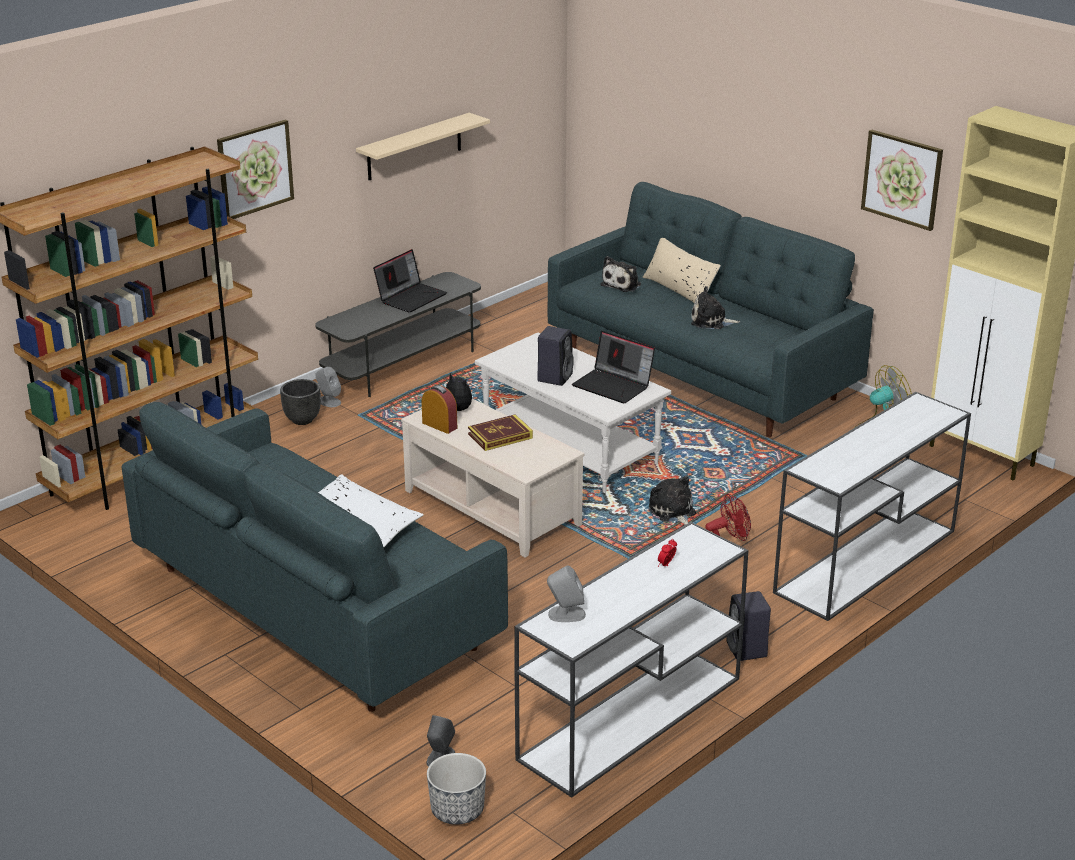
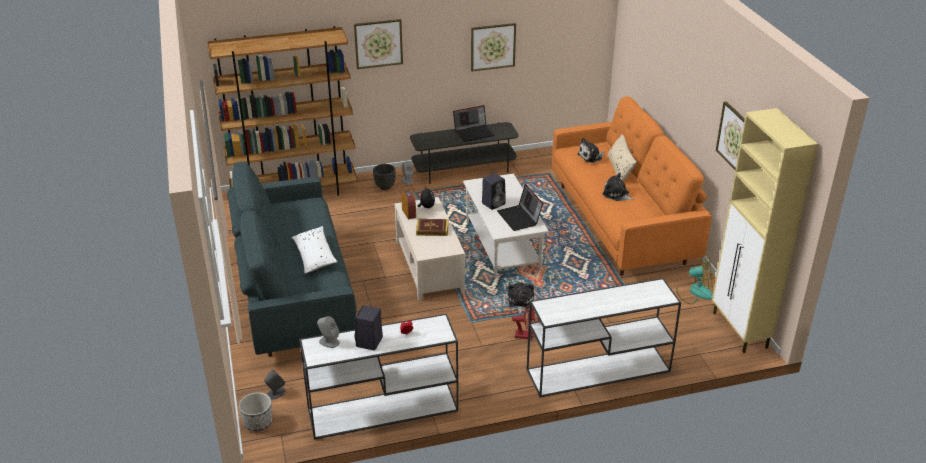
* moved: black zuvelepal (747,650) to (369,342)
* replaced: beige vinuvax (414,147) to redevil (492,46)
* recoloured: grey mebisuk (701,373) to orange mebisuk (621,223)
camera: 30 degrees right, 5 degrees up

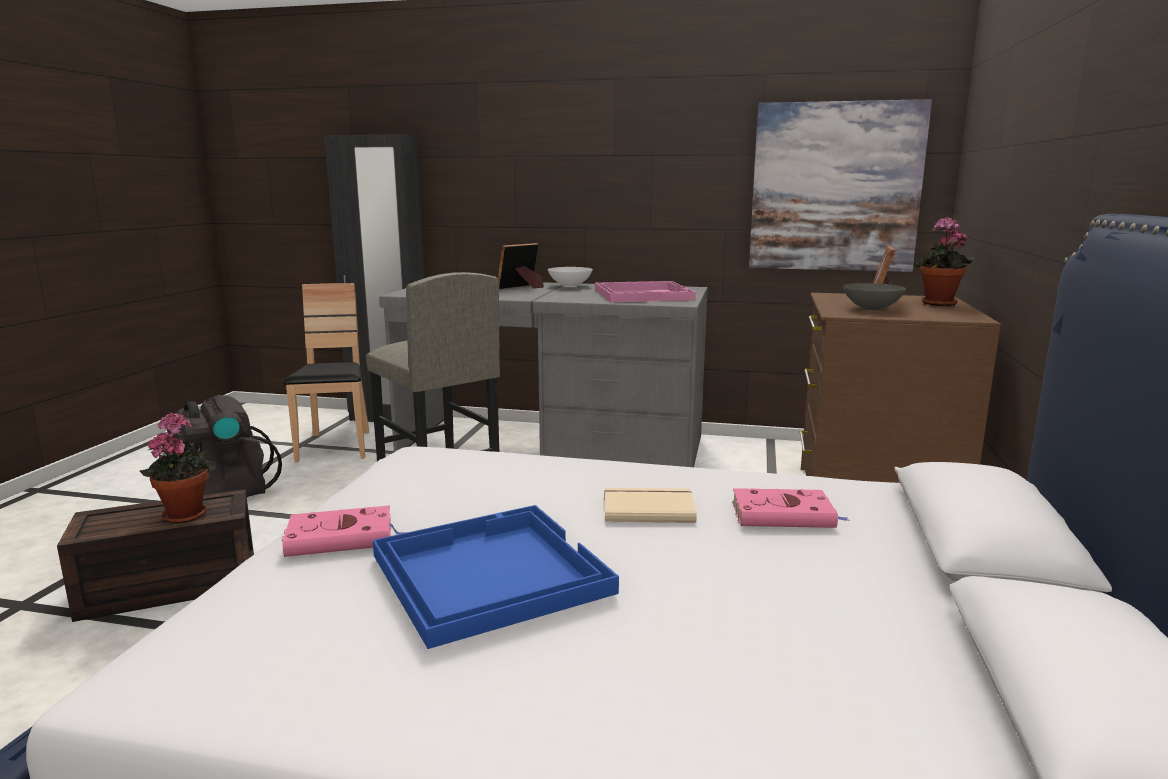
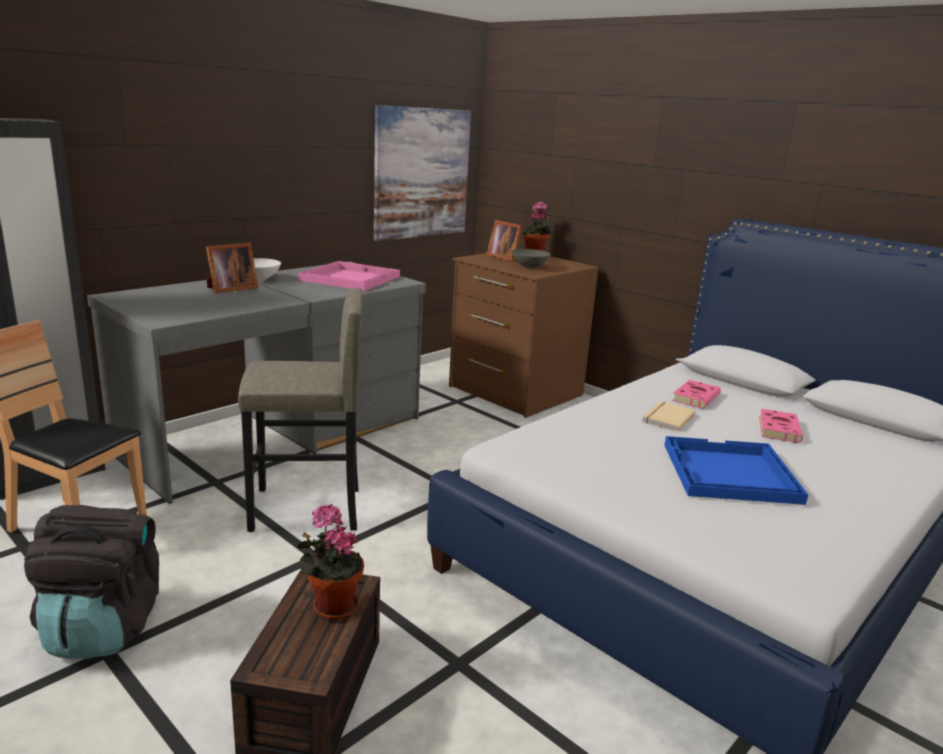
* moved: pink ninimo (344,538) to (778,429)
* turned: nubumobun (522,287) = (230,289) 120 degrees counterclockwise
camera: 60 degrees left, 5 degrees up

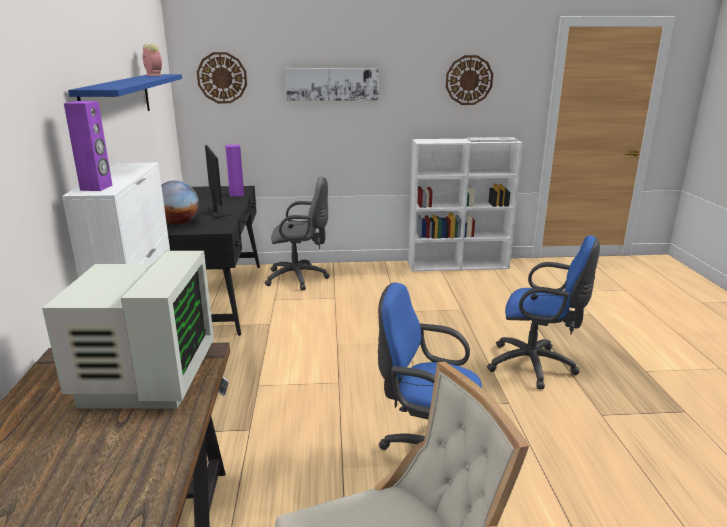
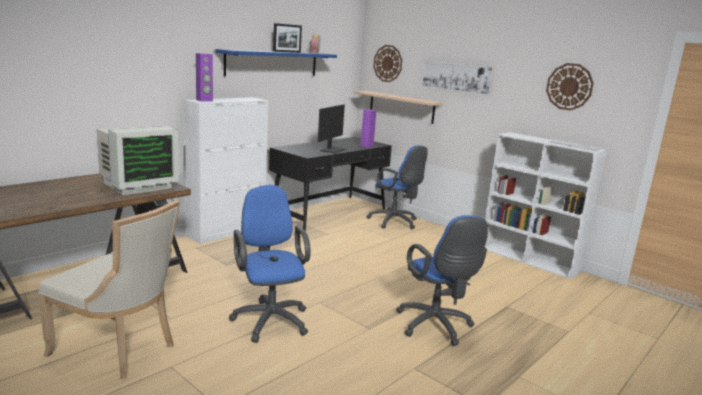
* removed: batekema (178,223)
* added: nubumobun (287,52)
* added: vinuvax (401,107)
* recoloured: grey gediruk (300,278) to blue gediruk (395,222)
camera: 45 degrees right, 5 degrees down

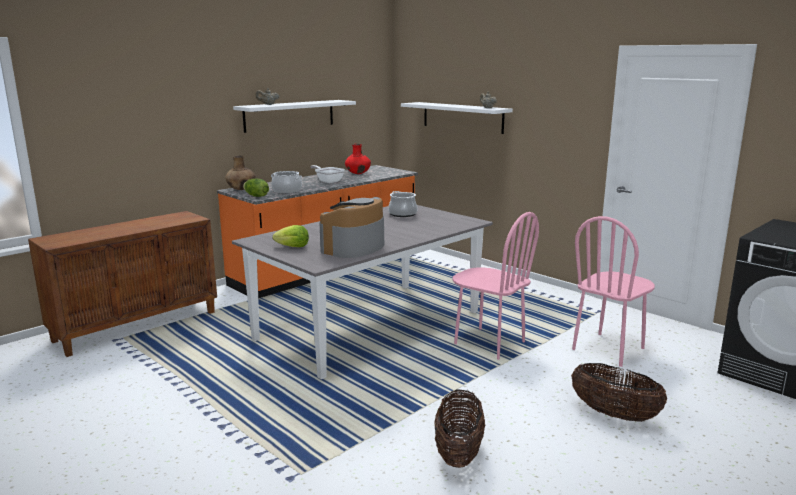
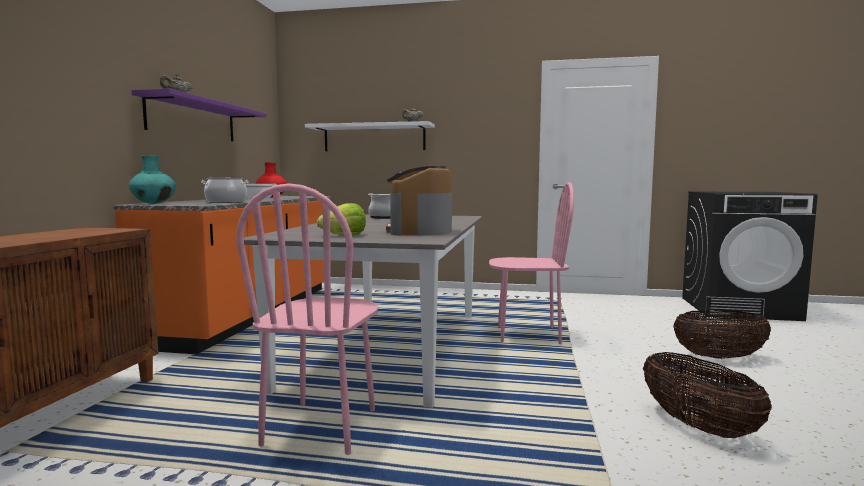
* removed: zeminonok (256,196)
* moved: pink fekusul (608,349) to (321,427)
* recoloured: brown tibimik (241,189) to turquoise tibimik (154,203)
* recoloured: white vinuvax (289,115) to purple vinuvax (193,120)
camera: 35 degrees left, 10 degrees down

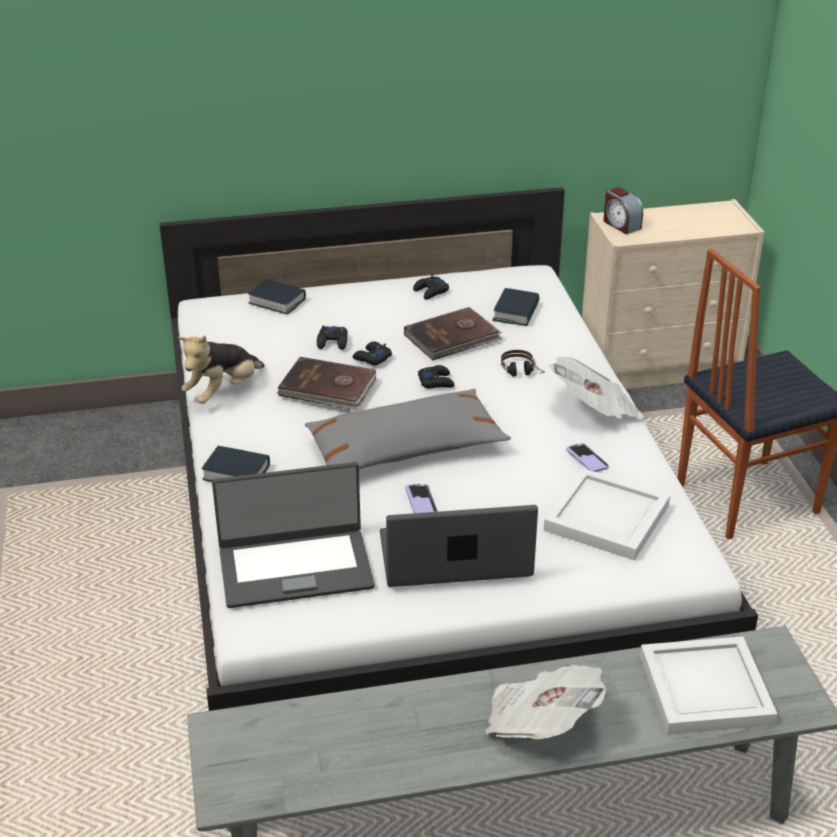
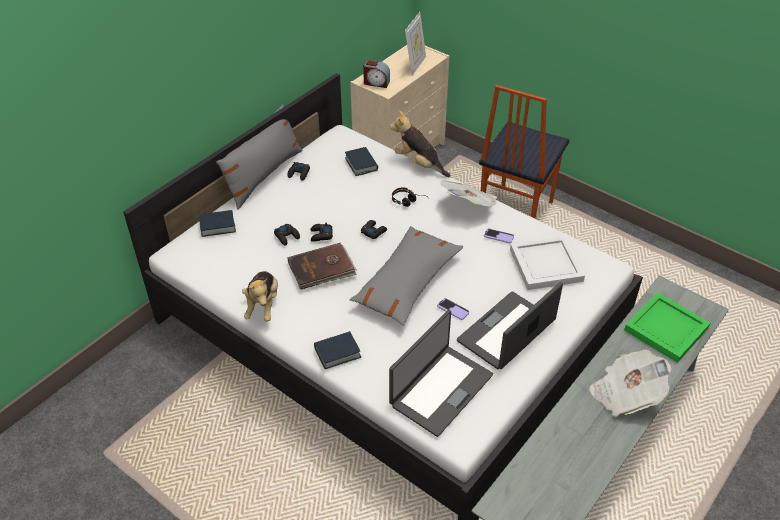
* removed: brown ninimo (453,338)
* added: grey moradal (263,176)
* added: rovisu (419,163)
* added: nubumobun (415,65)
* recoloured: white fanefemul (703,688) to green fanefemul (664,329)
camera: 40 degrees left, 10 degrees up

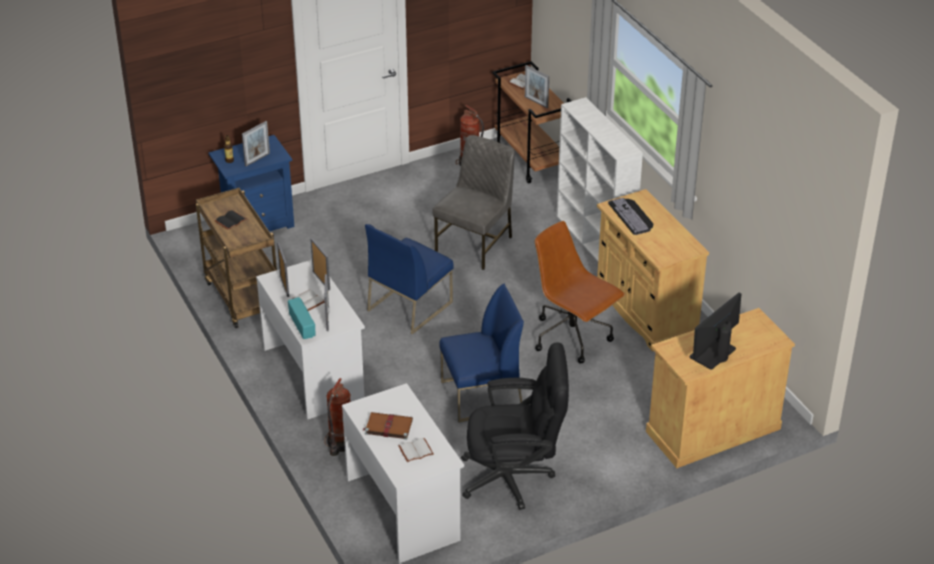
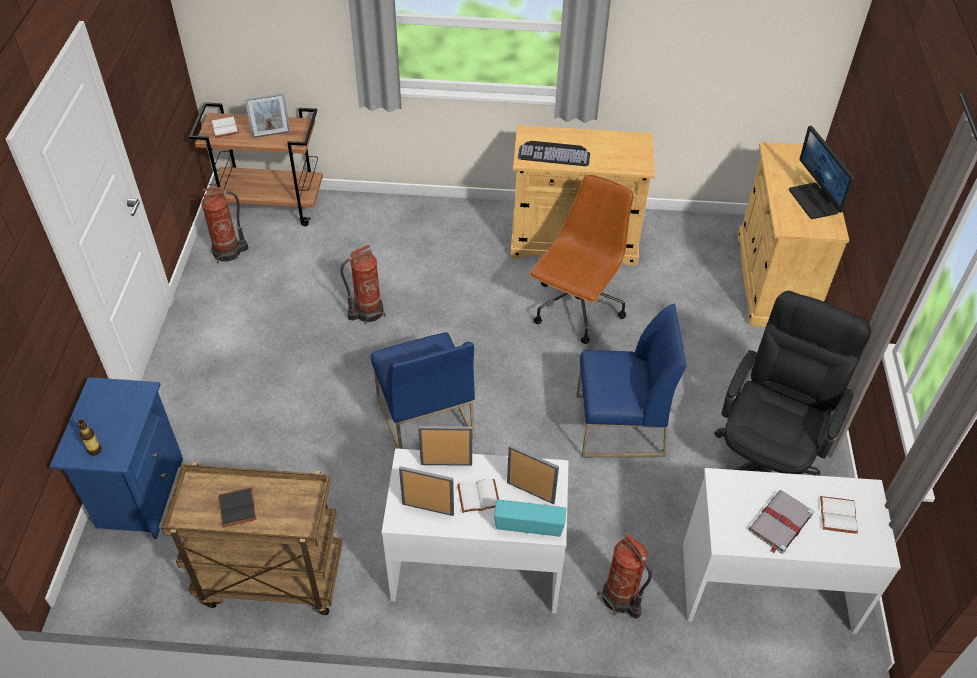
* removed: nubumobun (257,159)
* removed: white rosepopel (595,241)
* replaced: grey fekusul (476,244) to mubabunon (367,312)
* recoloured: brown ninimo (388,427) to grey ninimo (779,523)
* turned: blue fekusul (481,396) = (619,426) 75 degrees clockwise
* turned: brown gediruk (573,337) = (577,310) 135 degrees clockwise
camera: 60 degrees left, 10 degrees up

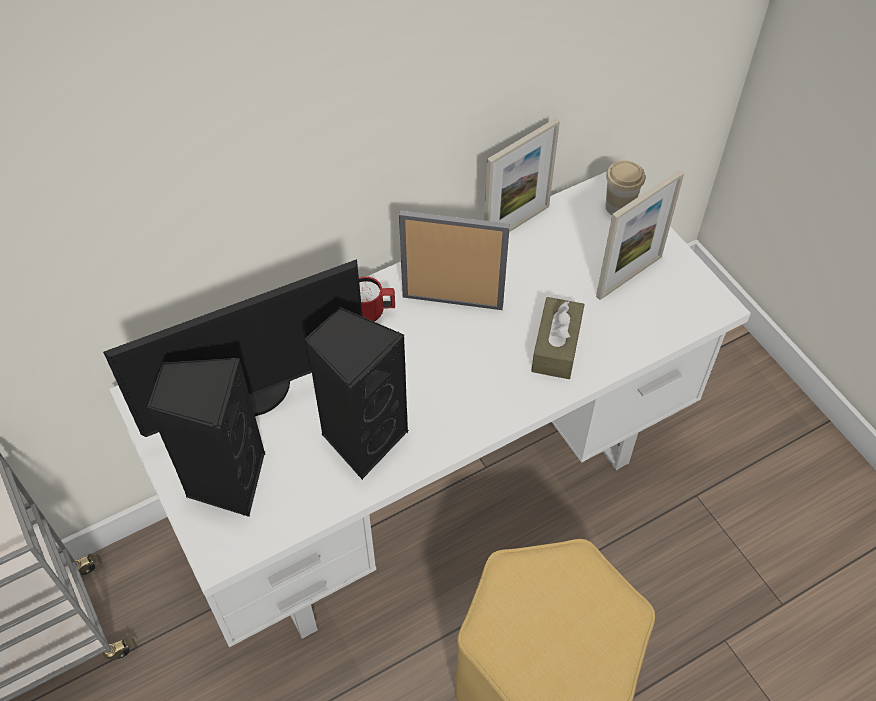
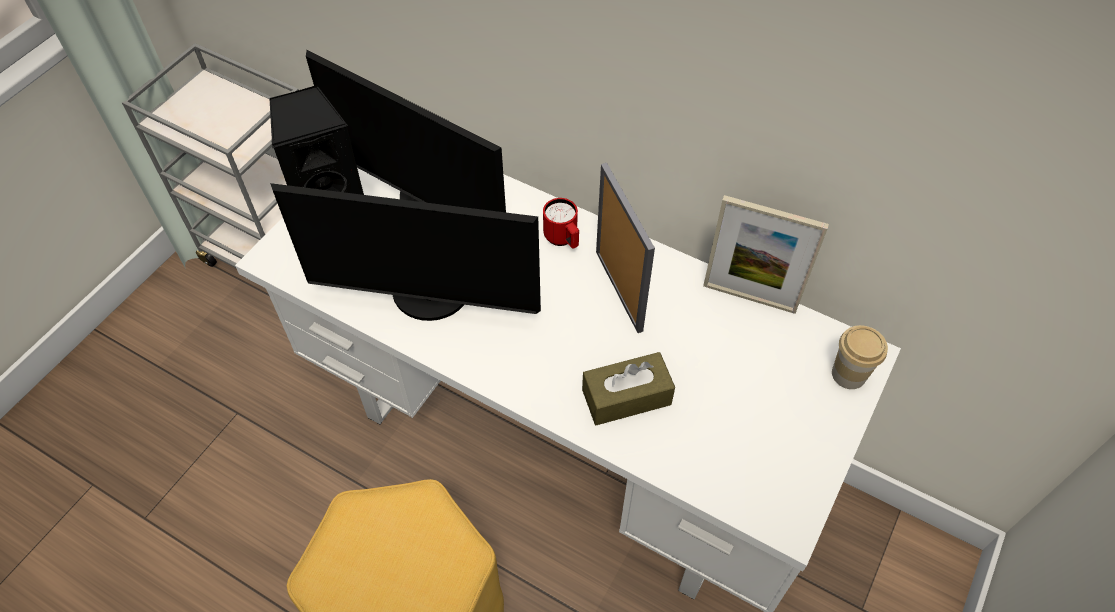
* removed: nubumobun (629,276)
* replaced: black zuvelepal (362,437) to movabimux (430,295)
camera: 60 degrees right, 0 degrees up

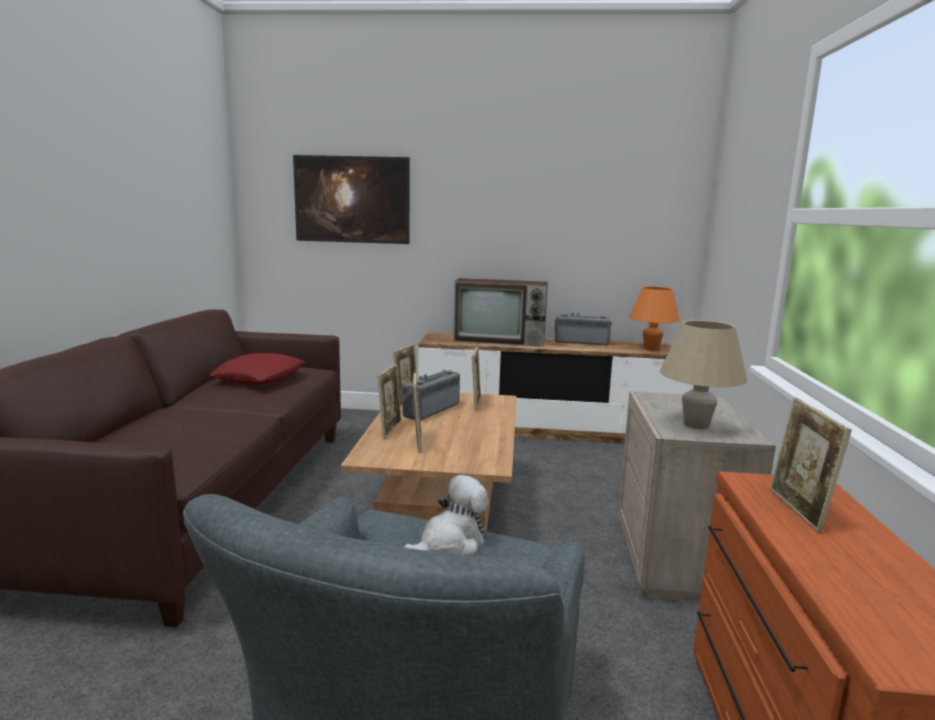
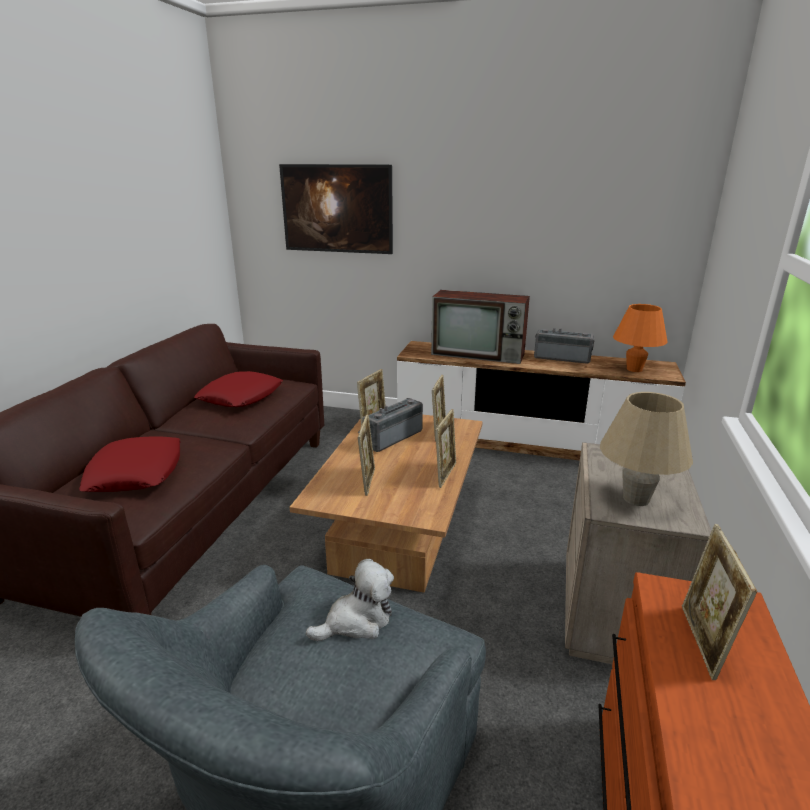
* added: red moradal (135,472)
* moved: nubumobun (390,429) to (445,474)
camera: 10 degrees right, 10 degrees up

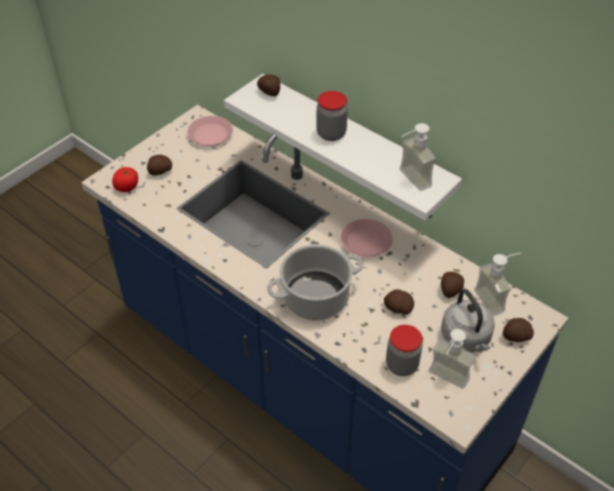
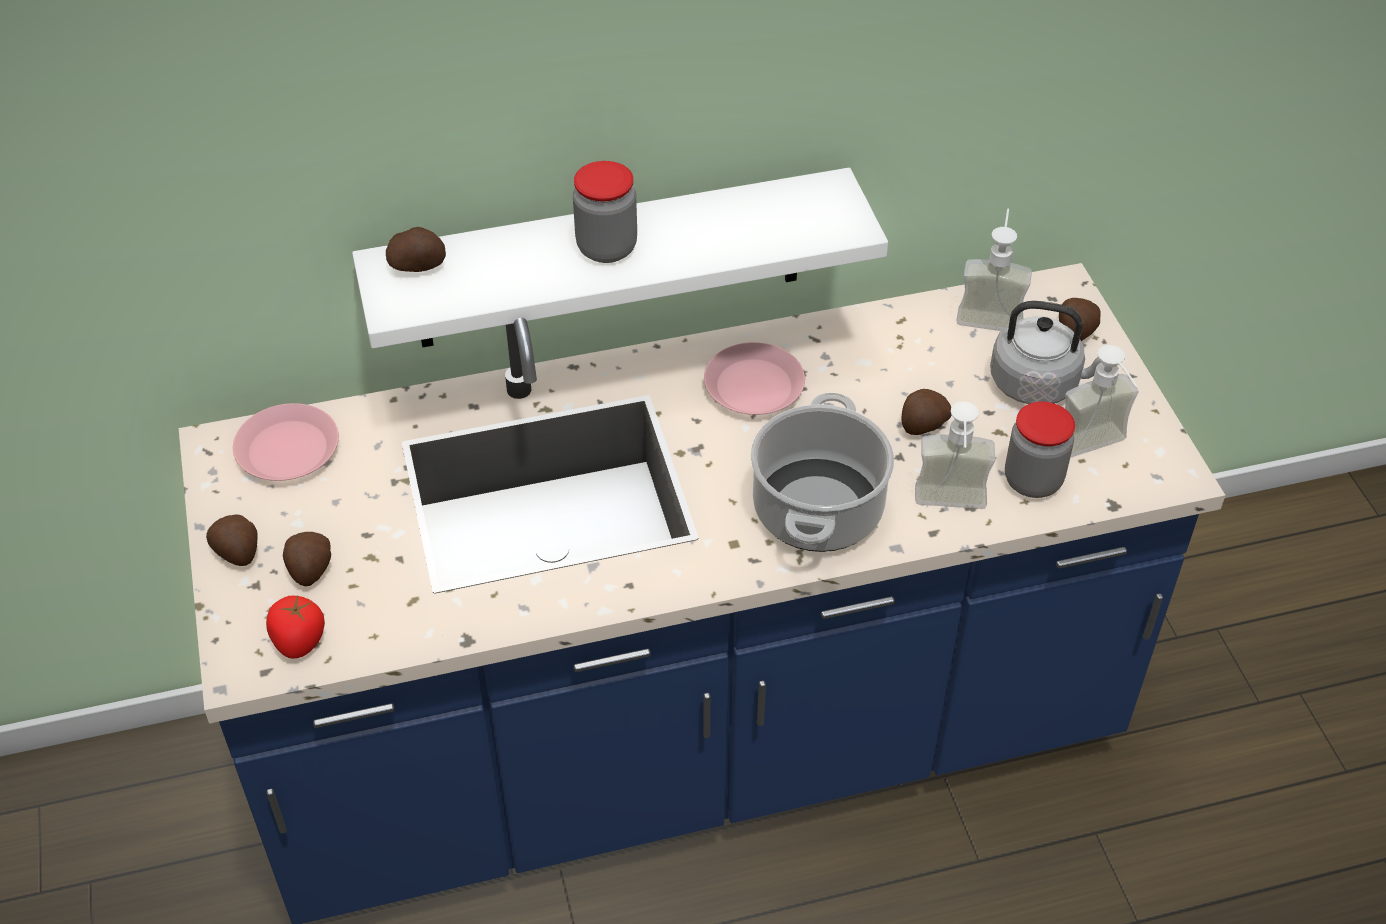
* moved: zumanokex (408,181) to (950,508)
* moved: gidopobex (450,290) to (238,553)
camera: 55 degrees left, 0 degrees up

